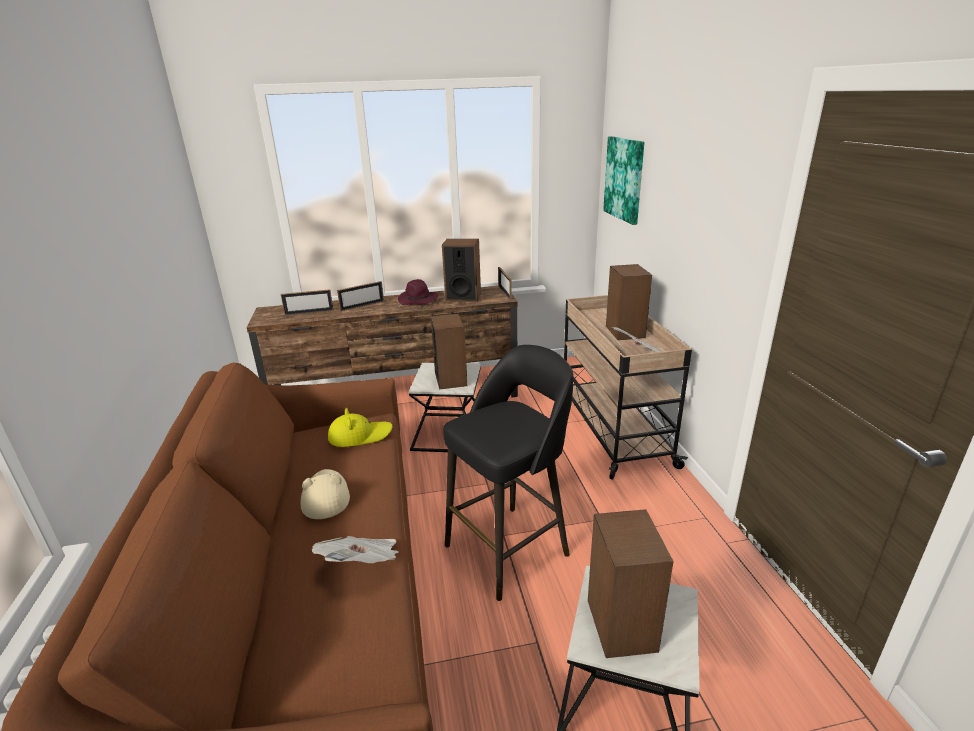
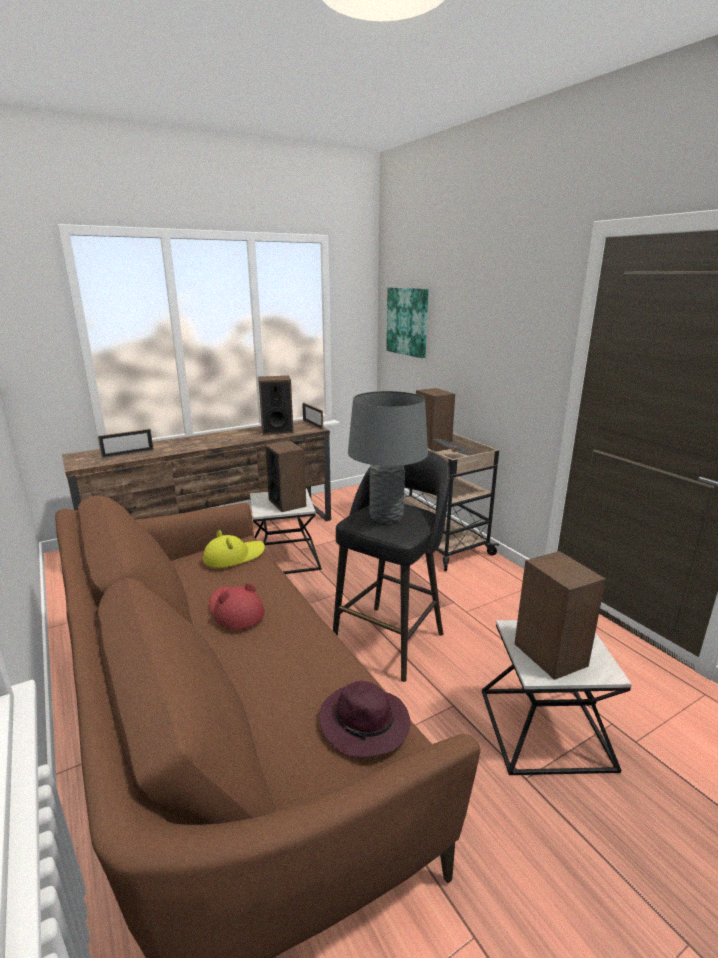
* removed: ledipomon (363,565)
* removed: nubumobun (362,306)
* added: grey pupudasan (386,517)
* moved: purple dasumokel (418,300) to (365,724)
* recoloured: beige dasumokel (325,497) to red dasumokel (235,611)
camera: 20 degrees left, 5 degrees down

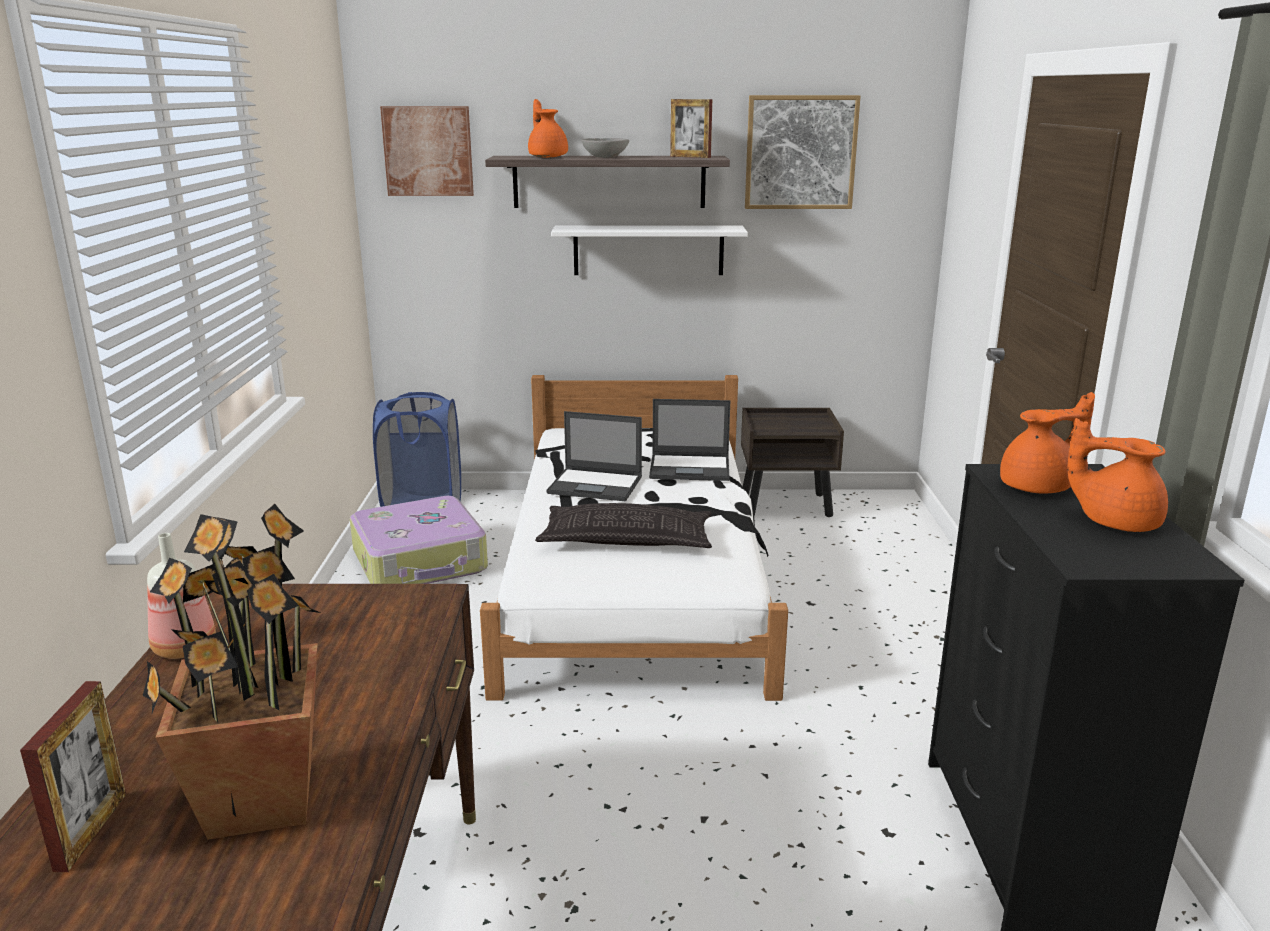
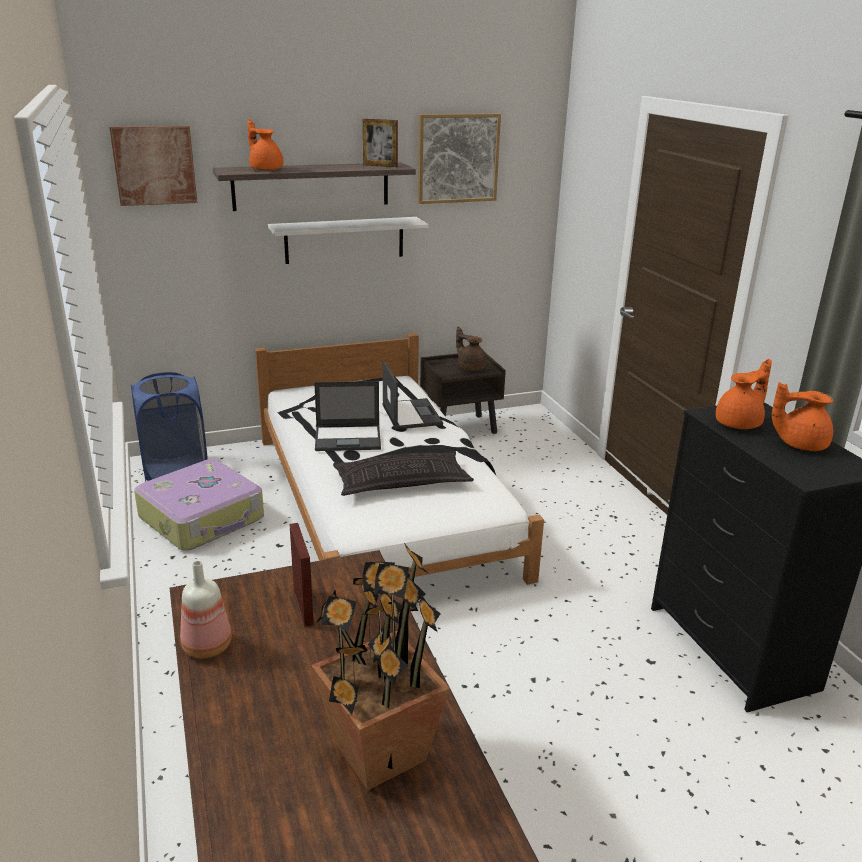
* removed: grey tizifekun (605,157)
* added: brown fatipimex (470,367)
* moved: nubumobun (91,831) to (303,606)
* turned: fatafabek (691,468) = (411,414) 90 degrees counterclockwise
camera: 20 degrees left, 5 degrees up

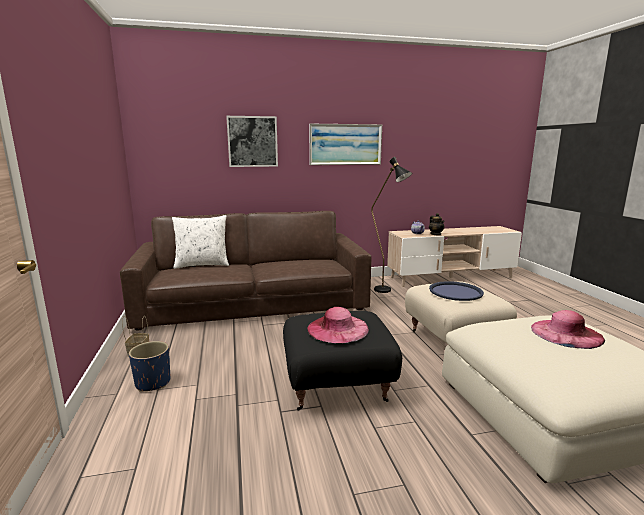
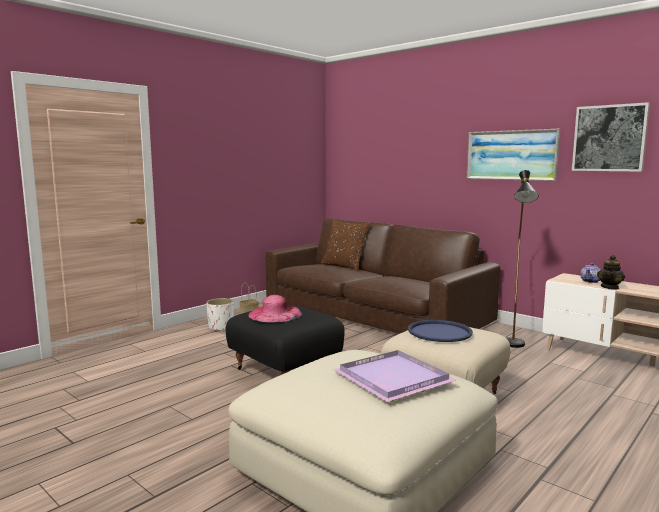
* moved: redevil (252,141) to (609,138)
* replaced: pink dasumokel (566,333) to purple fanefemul (393,379)
* recoloured: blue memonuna (152,383) to white memonuna (221,327)
* recoloured: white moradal (202,265) to brown moradal (344,266)
camera: 55 degrees right, 5 degrees down

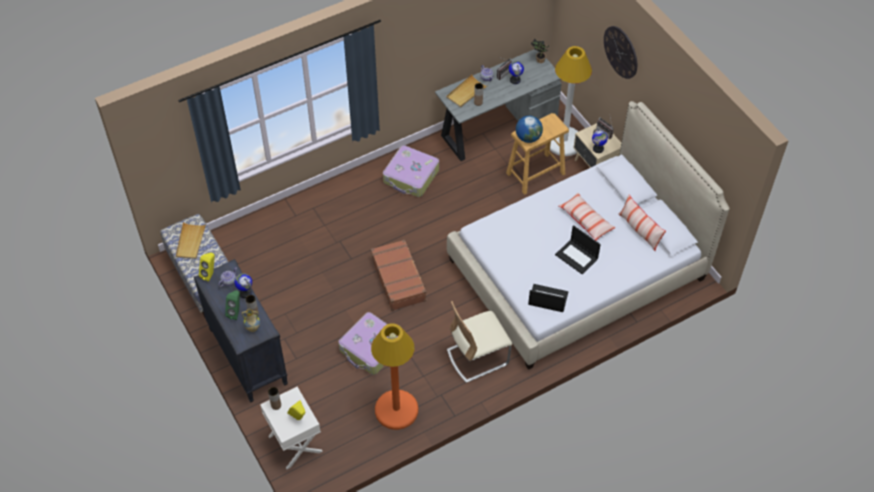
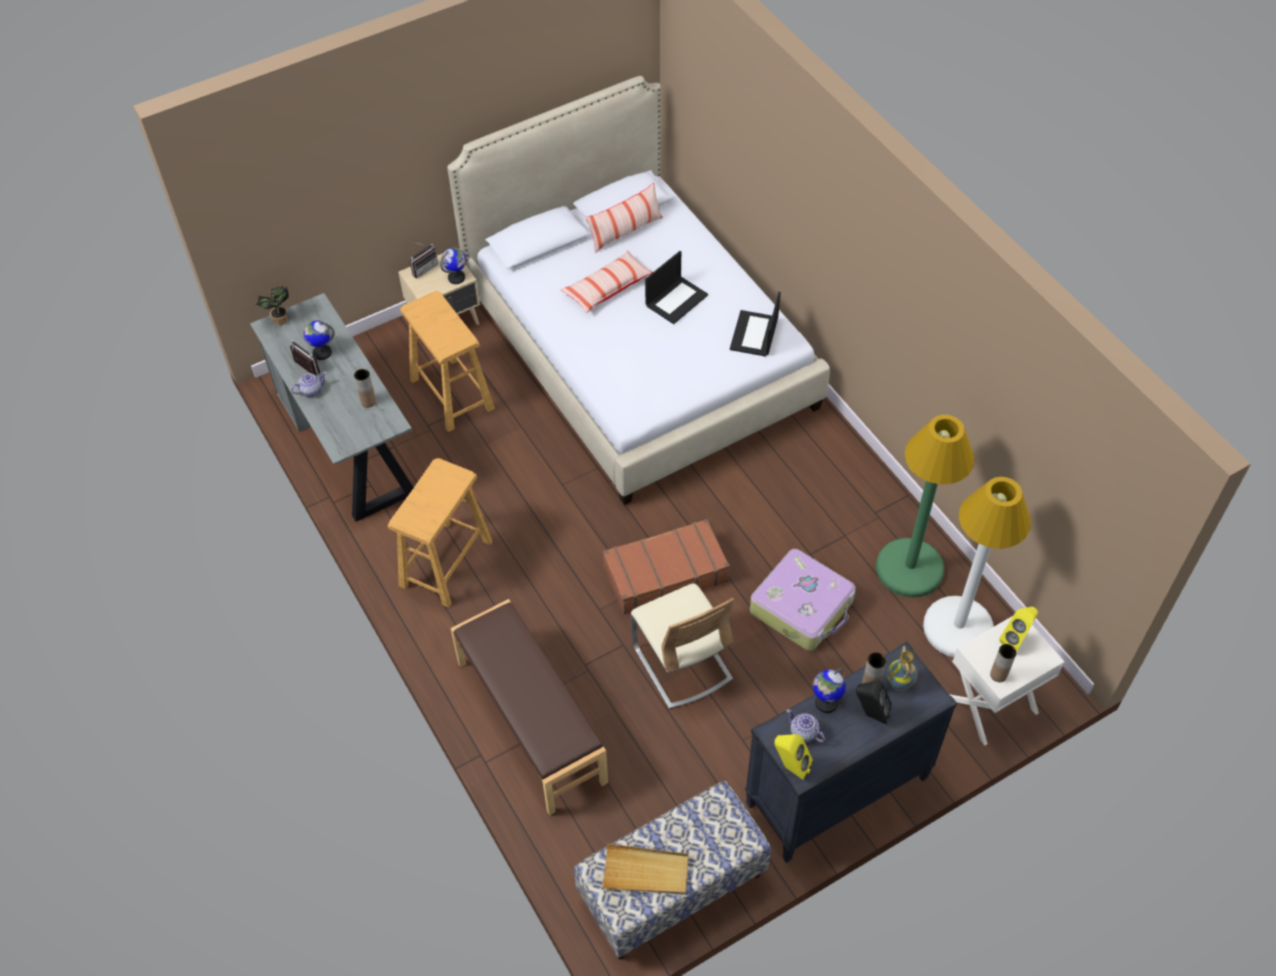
* removed: beige fanefemul (466,92)
* removed: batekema (528,138)
* removed: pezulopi (621,52)
* added: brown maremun (530,722)
* moved: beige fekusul (477,357) to (682,663)
* moved: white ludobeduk (564,141) to (958,627)
* replaced: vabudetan (411,177) to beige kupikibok (446,563)
* recoloured: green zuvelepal (236,312) to black zuvelepal (870,714)
* recoloured: orange ludobeduk (396,410) to green ludobeduk (909,568)
camera: 90 degrees left, 0 degrees up

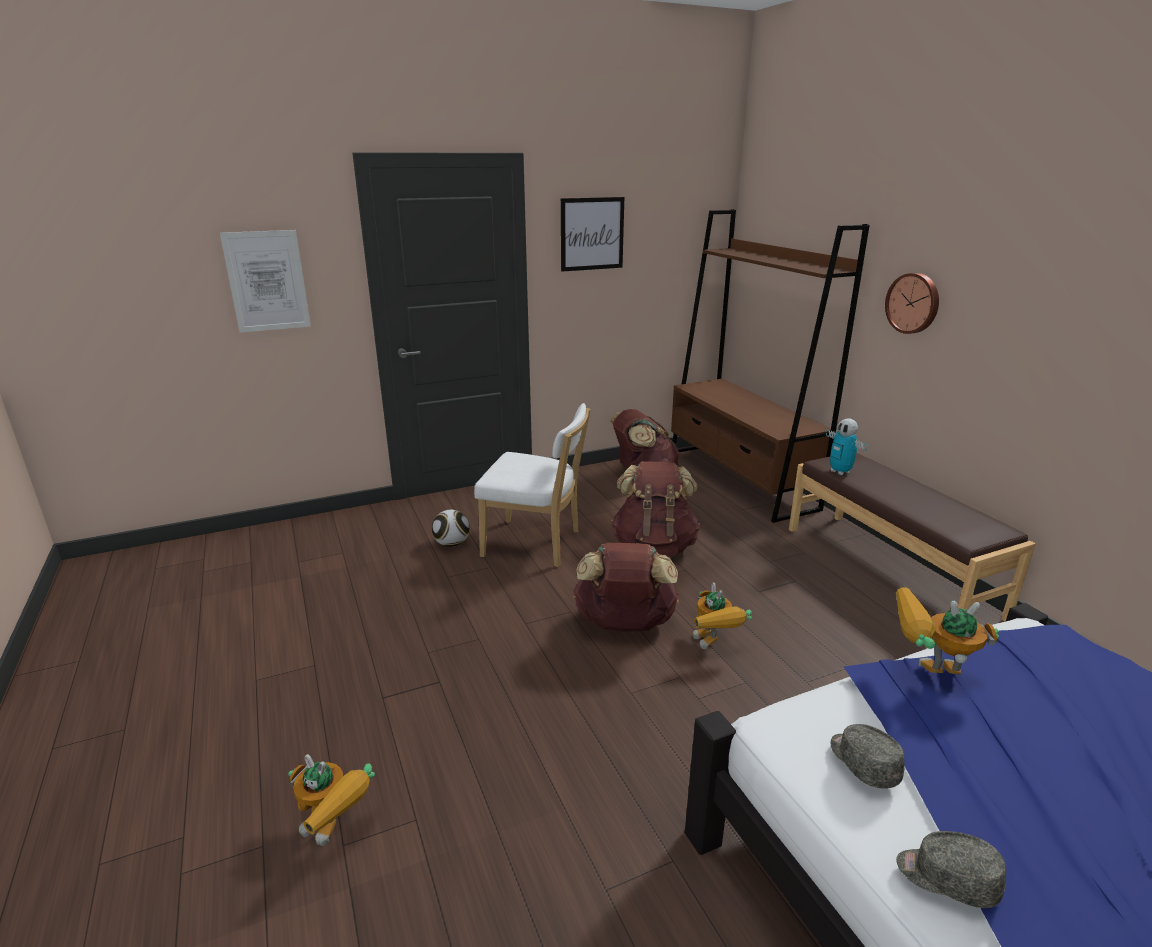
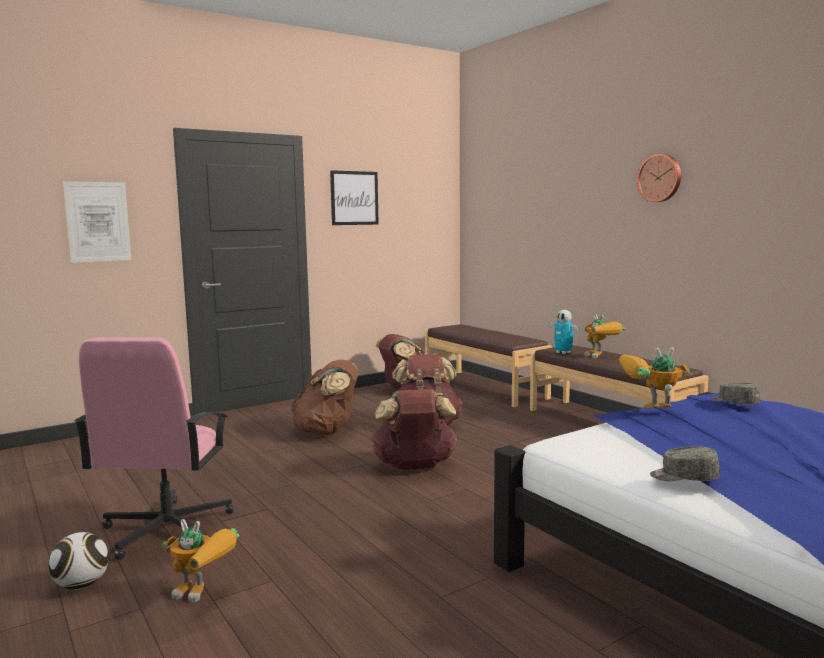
* added: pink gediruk (166,530)
* moved: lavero (452,544) to (82,585)
* moved: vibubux (714,646) to (601,357)
* moved: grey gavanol (863,763) to (734,403)
* moved: pezulopi (913,303) to (660,178)
* replaced: white fekusul (536,544) to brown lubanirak (327,431)
* replaced: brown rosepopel (740,479) to brown maremun (484,387)
camera: 10 degrees left, 15 degrees down

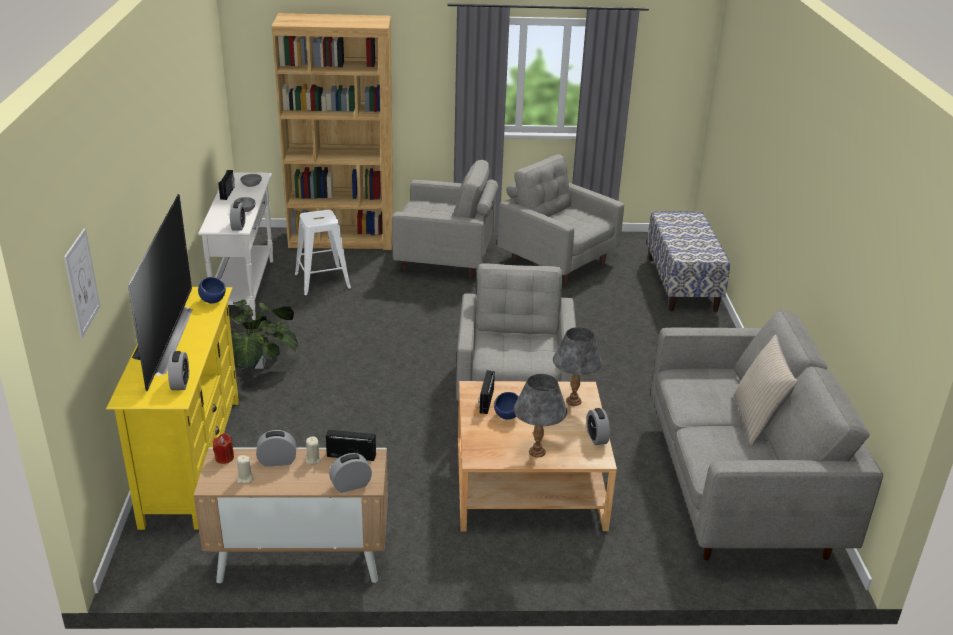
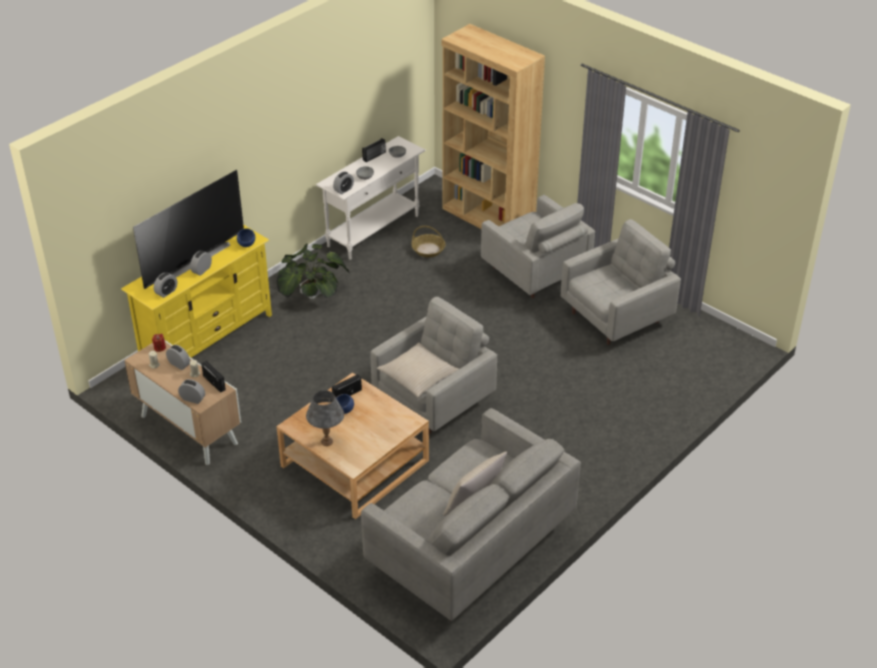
* removed: redevil (82,283)
* removed: grey pupudasan (573,401)
* removed: maremun (682,284)
* added: beige moradal (418,376)
* moved: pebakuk (596,437) to (202,270)
* replaced: white kupikibok (323,281) to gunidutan (428,249)
* turned: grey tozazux (557,261) = (617,317) 60 degrees clockwise
camera: 45 degrees right, 10 degrees up

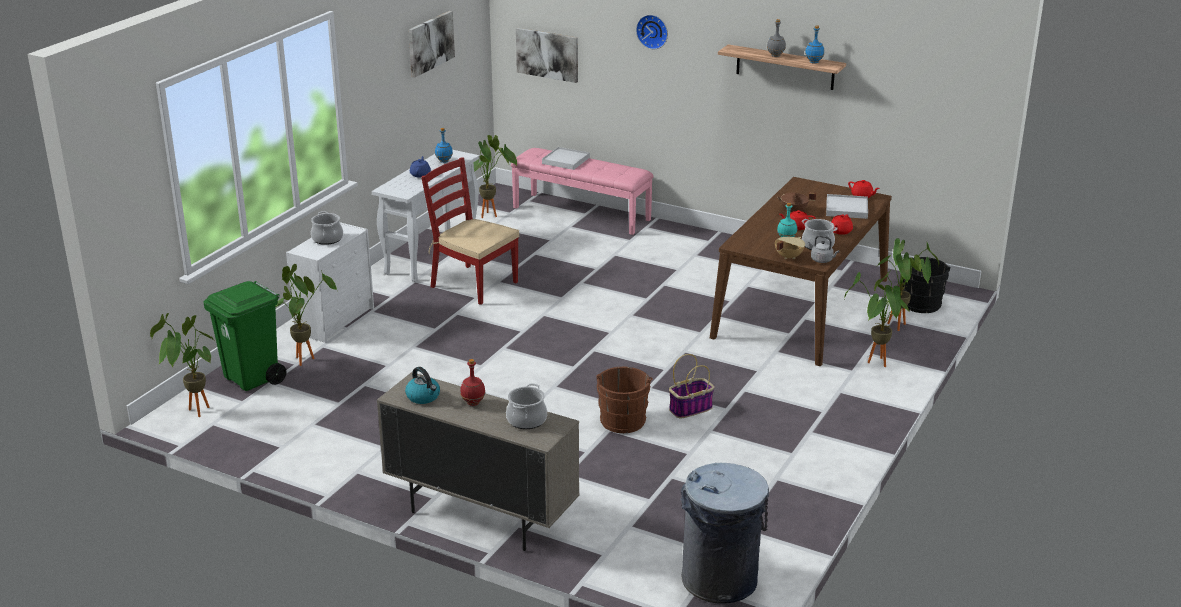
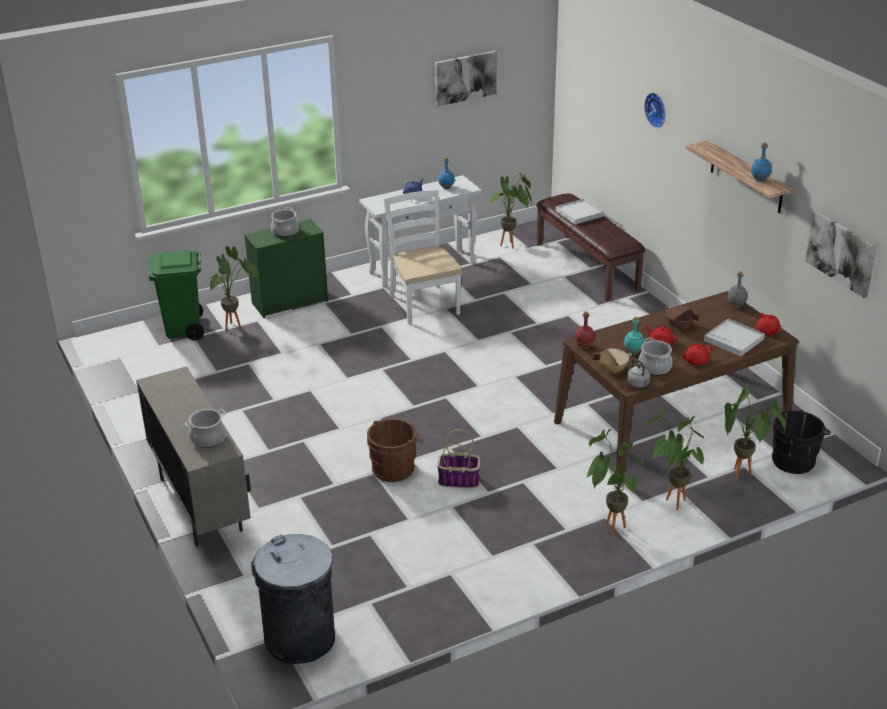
* removed: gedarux (423,397)
* moved: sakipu (193,413) to (609,528)
* moved: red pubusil (473,403) to (584,347)
* moved: redevil (547,54) to (841,253)
* moved: grey pubusil (775,56) to (736,306)
* recoloured: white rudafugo (336,320) to green rudafugo (291,302)
* recoloured: red fekusul (473,284) to white fekusul (423,304)
* recoloured: pink maremun (582,213) to brown maremun (587,267)
camera: 35 degrees right, 5 degrees up

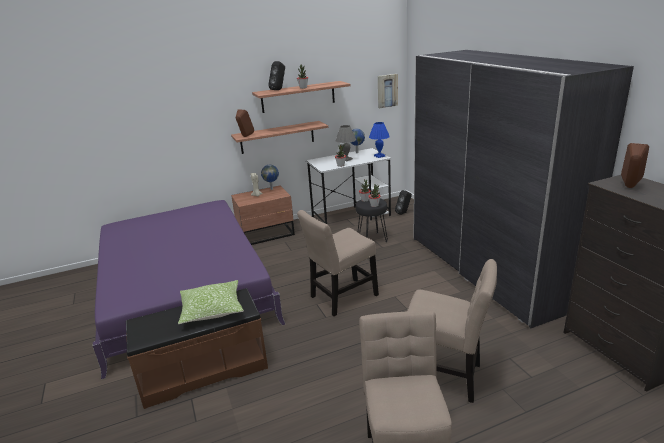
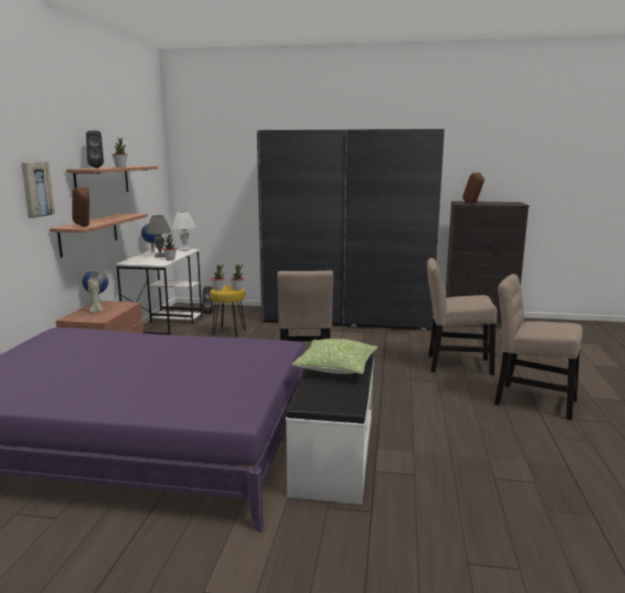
* moved: redevil (387,90) to (36,189)
* recoloured: brown maremun (204,370) to white maremun (333,455)
* recoloured: black kupikibok (372,239) to yellow kupikibok (229,333)
* recoloured: blue pupudasan (379,156) to white pupudasan (185,250)
* turned: beige fekusul (445,376) = (455,365) 135 degrees counterclockwise
camera: 60 degrees left, 10 degrees down

